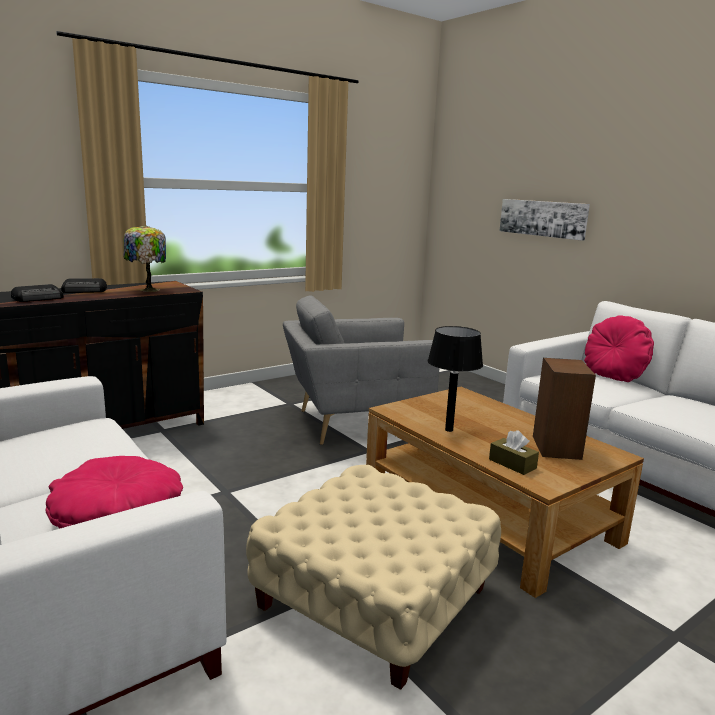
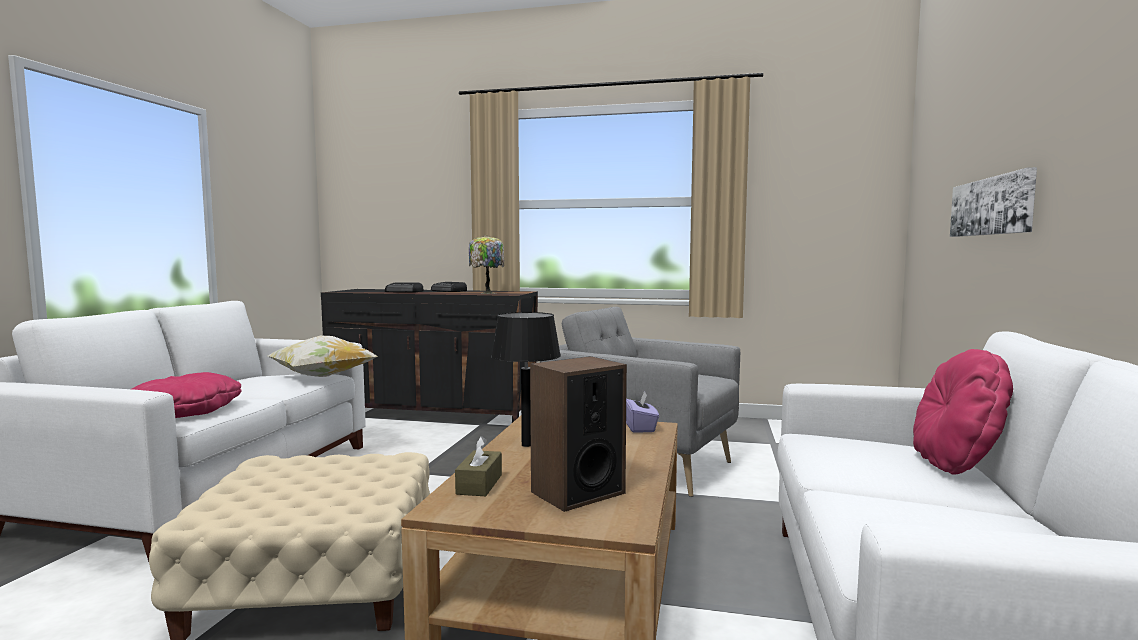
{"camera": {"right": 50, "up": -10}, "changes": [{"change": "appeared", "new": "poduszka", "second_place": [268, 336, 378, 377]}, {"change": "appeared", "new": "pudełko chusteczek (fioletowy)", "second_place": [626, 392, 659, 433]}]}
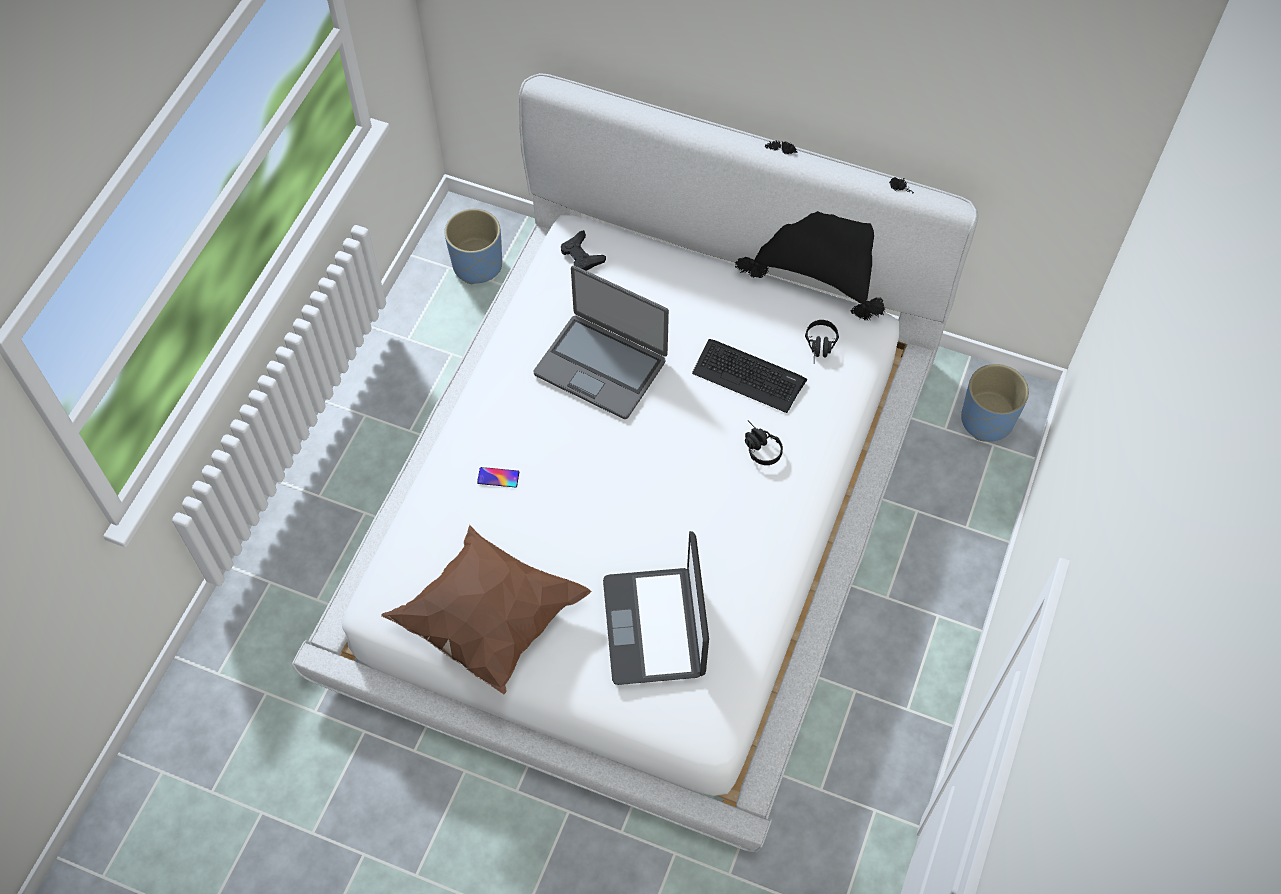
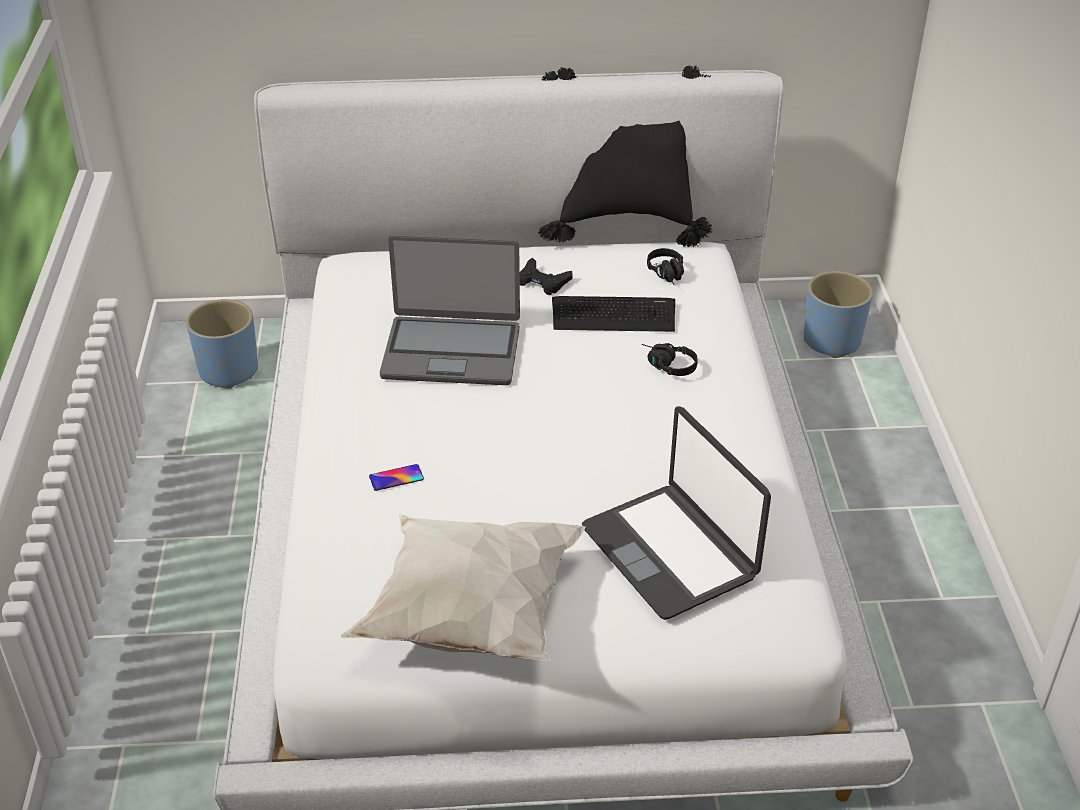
{"camera": {"right": -25, "up": -20}, "changes": [{"change": "relocated", "old": "pad do gier (czarny)", "first_place": [561, 230, 606, 271], "second_place": [520, 258, 572, 295]}, {"change": "colour", "old": "poduszka (brązowy)", "new": "poduszka (biały)", "first_place": [381, 525, 592, 694], "second_place": [341, 514, 585, 661]}]}
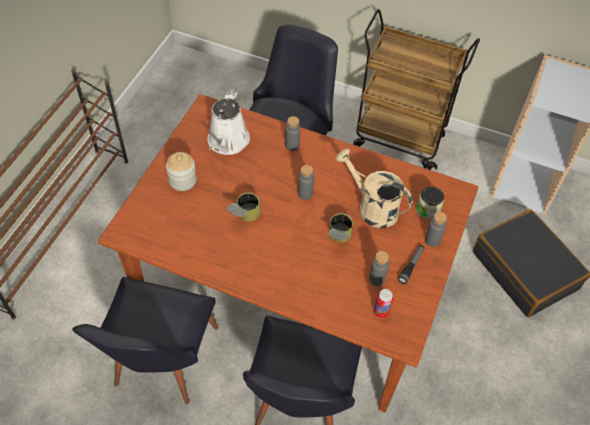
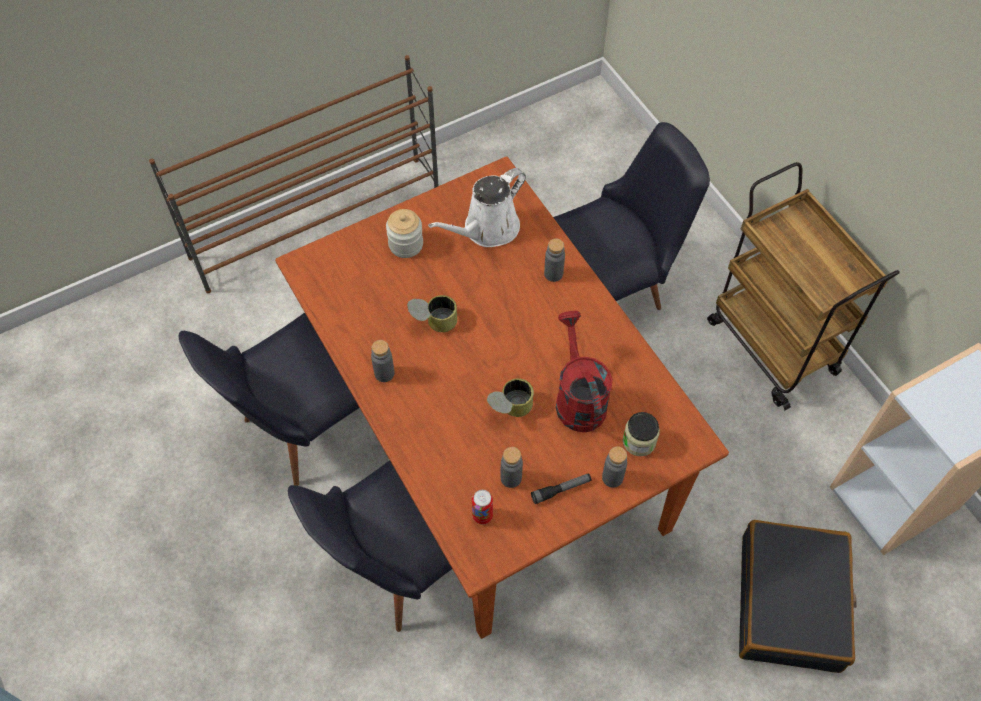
{"camera": {"right": 40, "up": 5}, "changes": [{"change": "colour", "old": "konewka (beżowy)", "new": "konewka (czerwony)", "first_place": [335, 148, 412, 228], "second_place": [556, 311, 613, 432]}, {"change": "relocated", "old": "butelka (szary)", "first_place": [298, 165, 314, 200], "second_place": [371, 340, 395, 382]}]}
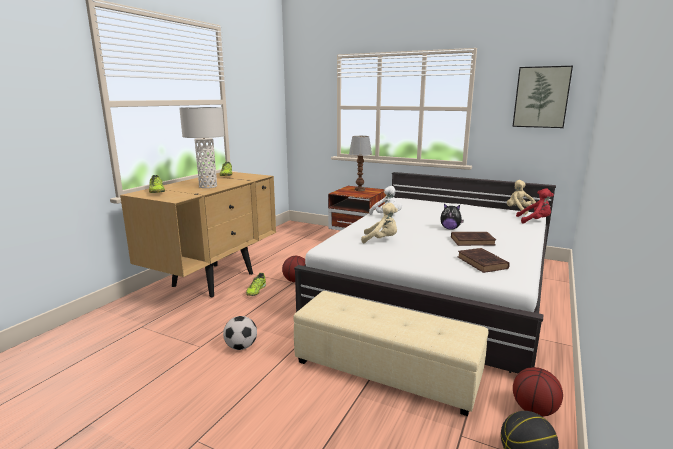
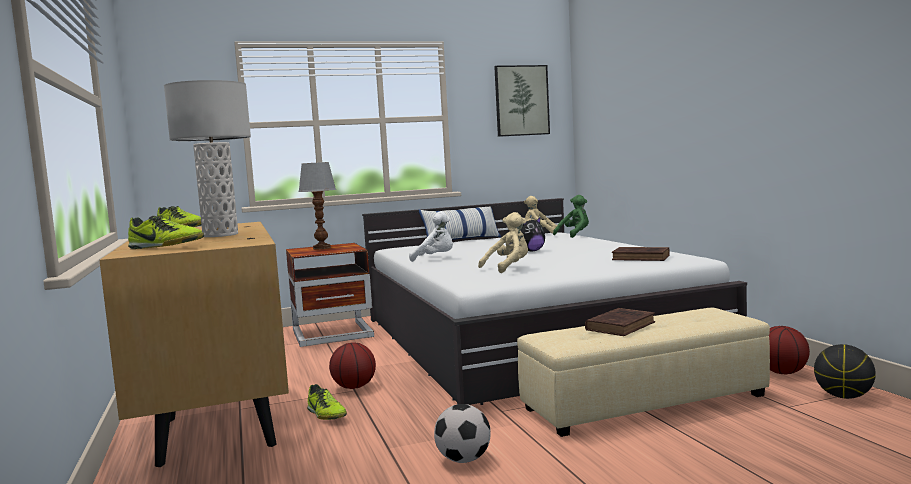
{"camera": {"right": -45, "up": -10}, "changes": [{"change": "colour", "old": "pluszak (czerwony)", "new": "pluszak (zielony)", "first_place": [516, 188, 554, 224], "second_place": [553, 195, 589, 238]}, {"change": "relocated", "old": "książka (brązowy)", "first_place": [451, 232, 496, 246], "second_place": [585, 308, 655, 336]}, {"change": "appeared", "new": "poduszka", "second_place": [419, 206, 501, 240]}]}
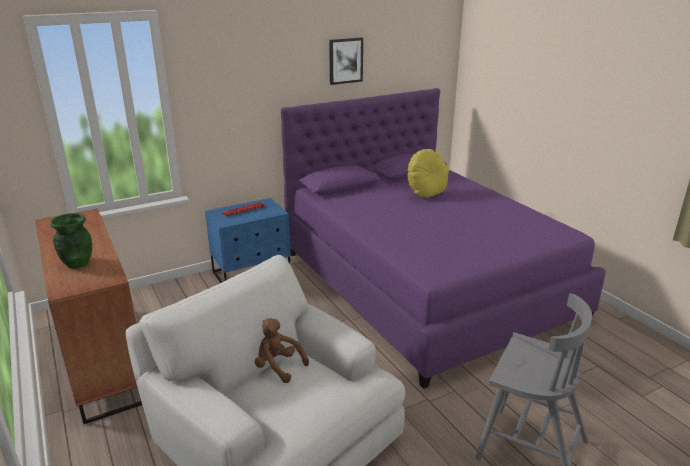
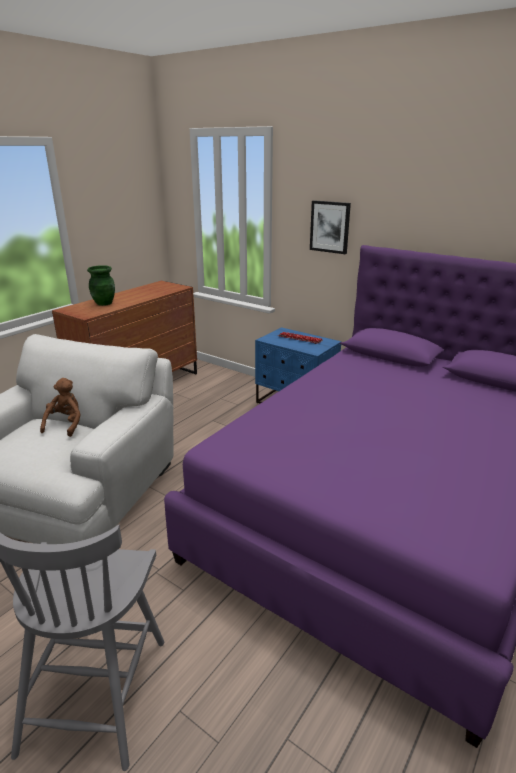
{"camera": {"right": 65, "up": 0}, "changes": [{"change": "relocated", "old": "obraz", "first_place": [329, 38, 363, 85], "second_place": [310, 200, 351, 254]}, {"change": "missing", "old": "poduszka (żółty)", "first_place": [408, 149, 449, 198]}]}
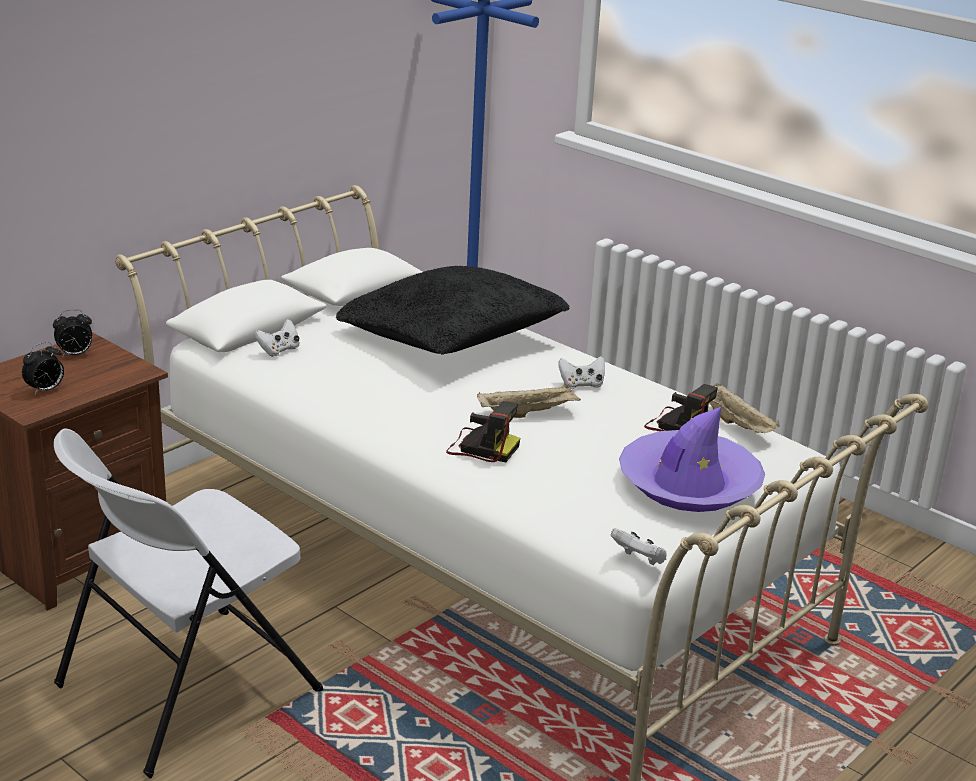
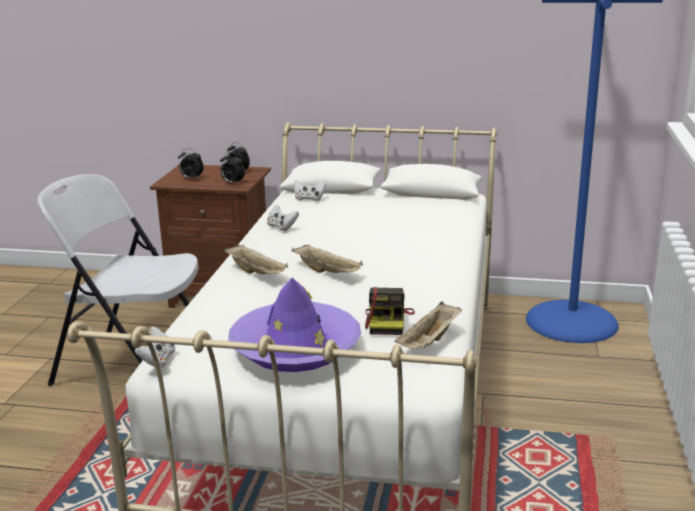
{"camera": {"right": 60, "up": -5}, "changes": [{"change": "missing", "old": "poduszka (czarny)", "first_place": [336, 266, 569, 355]}, {"change": "relocated", "old": "pad do gier (biały)", "first_place": [558, 356, 605, 389], "second_place": [267, 204, 299, 231]}, {"change": "exchanged", "old": "aparat fotograficzny", "new": "taca (beżowy)", "first_place": [446, 401, 520, 462], "second_place": [224, 245, 288, 274]}, {"change": "appeared", "new": "budzik", "second_place": [220, 152, 245, 184]}]}
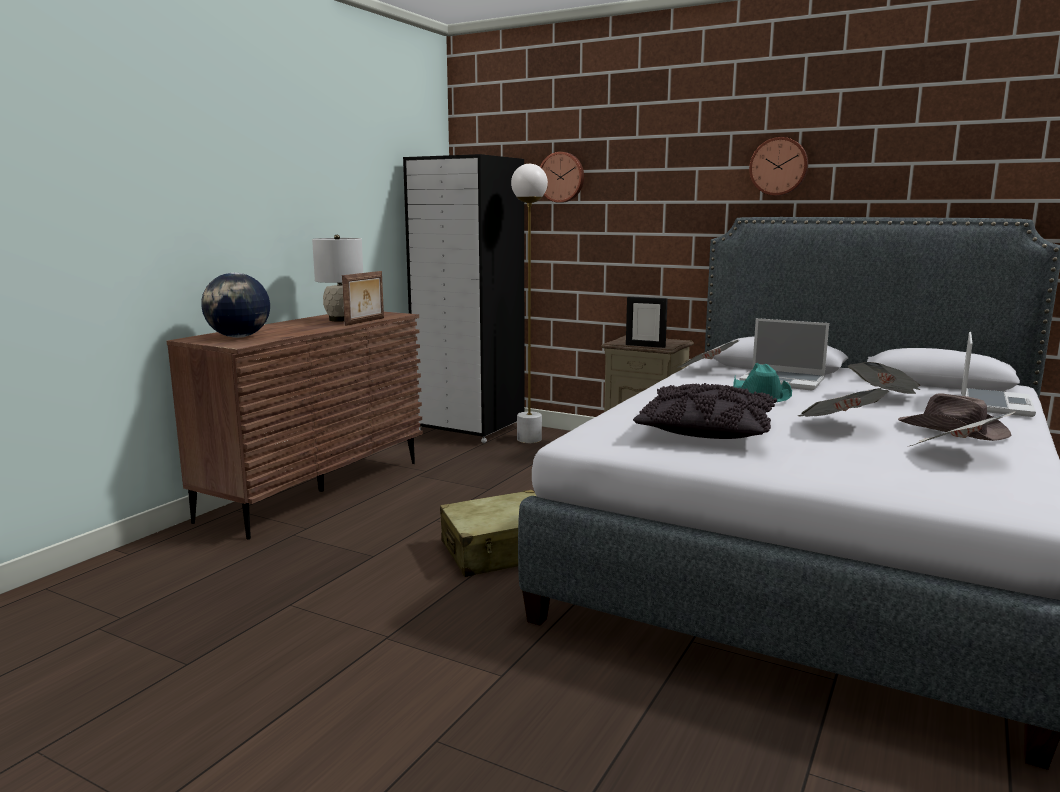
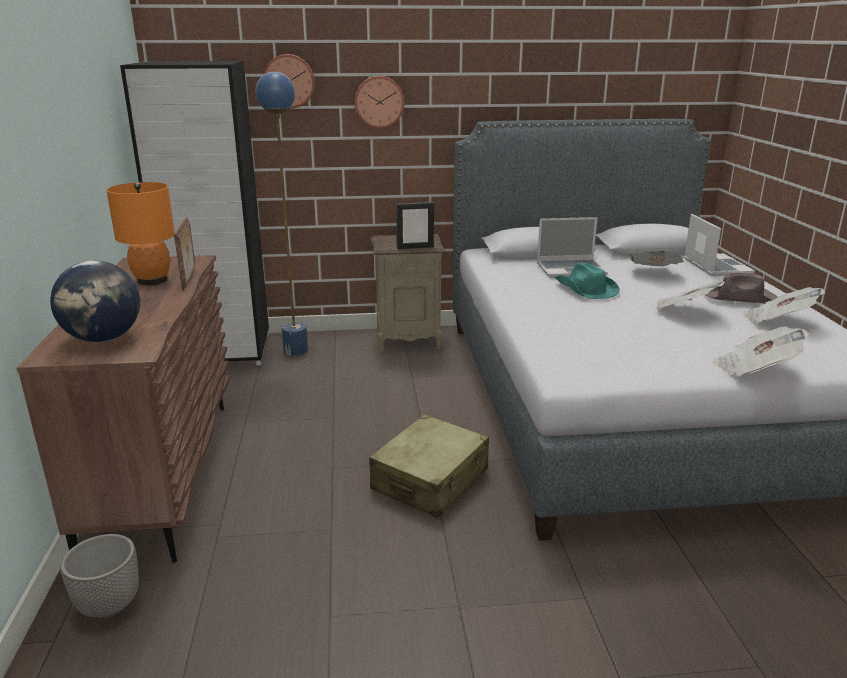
{"camera": {"right": -35, "up": 10}, "changes": [{"change": "relocated", "old": "zegar ścienny", "first_place": [749, 137, 808, 196], "second_place": [355, 76, 405, 128]}, {"change": "colour", "old": "lampa stojąca (biały)", "new": "lampa stojąca (niebieski)", "first_place": [511, 164, 548, 443], "second_place": [256, 72, 308, 356]}, {"change": "colour", "old": "lampa stołowa (biały)", "new": "lampa stołowa (pomarańczowy)", "first_place": [312, 235, 363, 321], "second_place": [106, 182, 175, 285]}, {"change": "relocated", "old": "gazeta", "first_place": [678, 339, 739, 367], "second_place": [714, 327, 809, 376]}, {"change": "missing", "old": "poduszka (czarny)", "first_place": [633, 383, 777, 439]}, {"change": "appeared", "new": "donica", "second_place": [60, 534, 139, 618]}]}
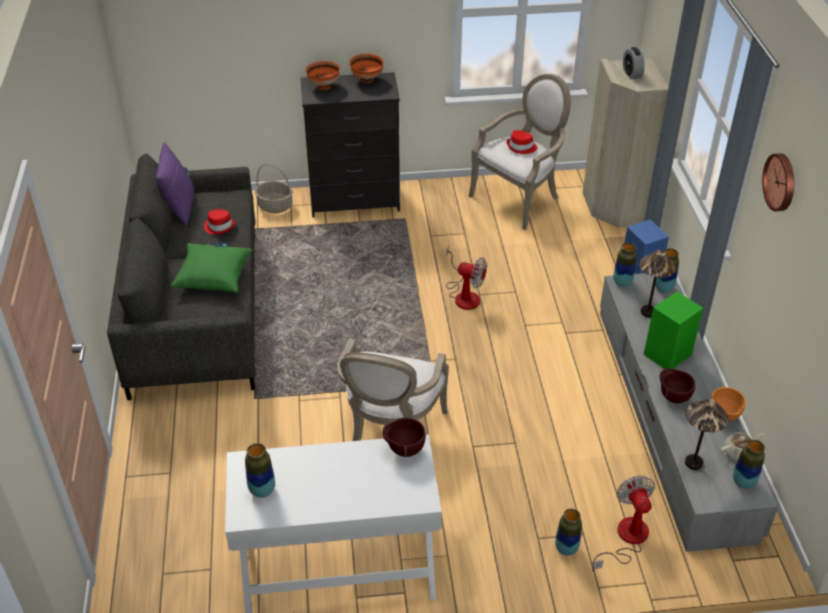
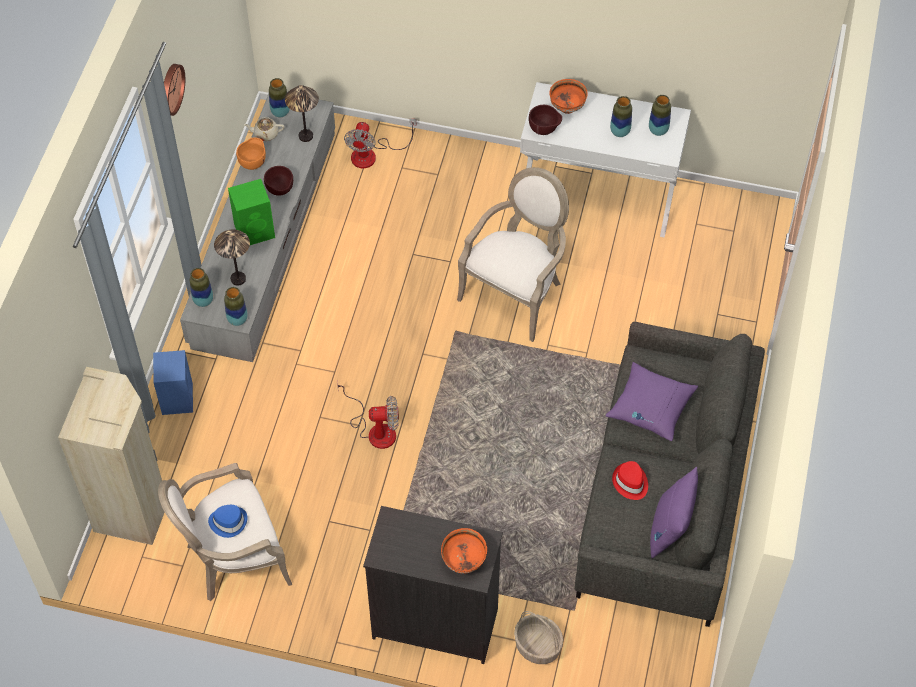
{"camera": {"right": -160, "up": 15}, "changes": [{"change": "missing", "old": "budzik", "first_place": [623, 47, 645, 79]}, {"change": "relocated", "old": "miska (pomarańczowy)", "first_place": [350, 54, 384, 83], "second_place": [549, 79, 588, 114]}, {"change": "colour", "old": "kapelusz (czerwony)", "new": "kapelusz (niebieski)", "first_place": [507, 130, 537, 154], "second_place": [208, 505, 247, 538]}, {"change": "colour", "old": "poduszka (zielony)", "new": "poduszka (fioletowy)", "first_place": [170, 242, 252, 293], "second_place": [605, 362, 698, 441]}, {"change": "spun", "old": "wentylator", "first_place": [446, 245, 487, 310], "second_place": [337, 380, 399, 449], "degrees": 135}, {"change": "relocated", "old": "wazon", "first_place": [555, 509, 582, 556], "second_place": [610, 96, 632, 137]}]}
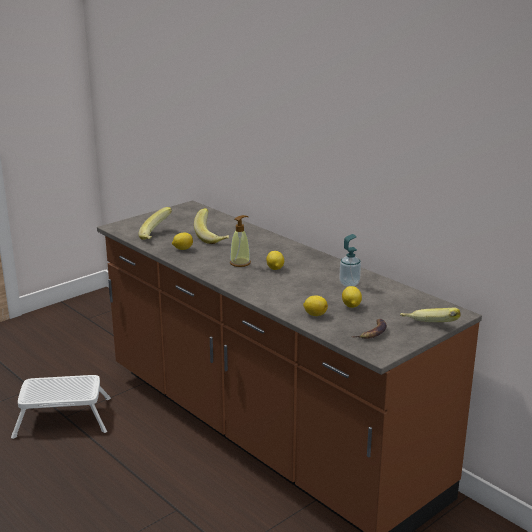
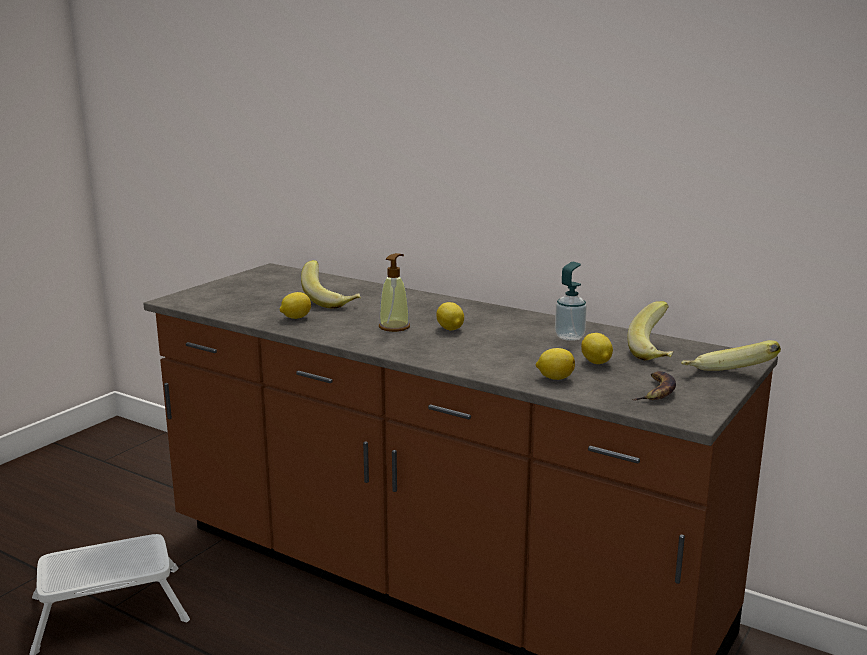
{"camera": {"right": -15, "up": -5}, "changes": [{"change": "relocated", "old": "banan", "first_place": [139, 207, 172, 240], "second_place": [627, 301, 673, 360]}]}
